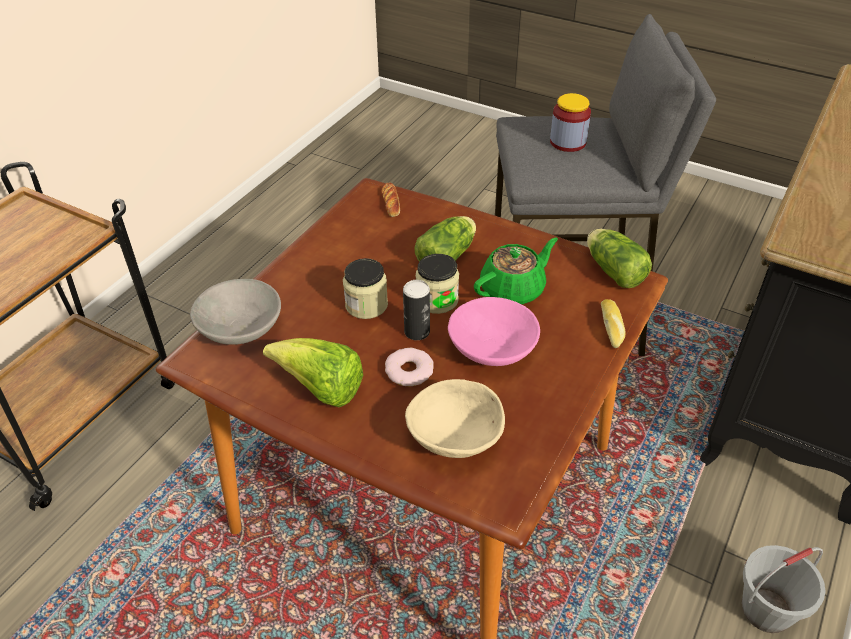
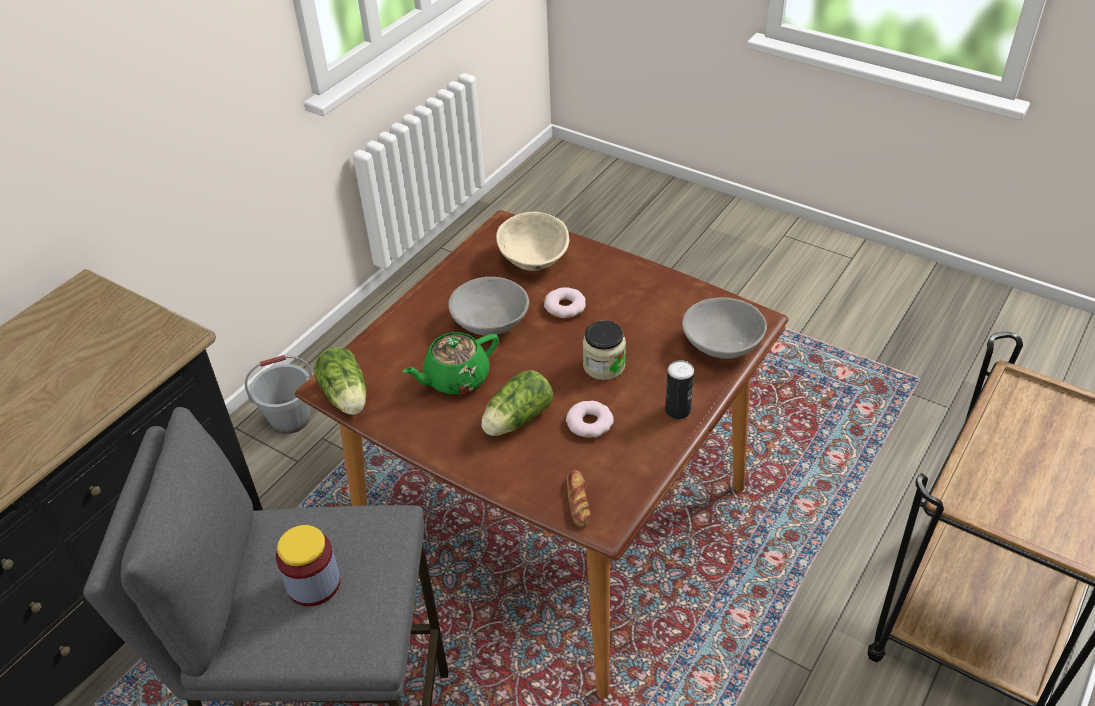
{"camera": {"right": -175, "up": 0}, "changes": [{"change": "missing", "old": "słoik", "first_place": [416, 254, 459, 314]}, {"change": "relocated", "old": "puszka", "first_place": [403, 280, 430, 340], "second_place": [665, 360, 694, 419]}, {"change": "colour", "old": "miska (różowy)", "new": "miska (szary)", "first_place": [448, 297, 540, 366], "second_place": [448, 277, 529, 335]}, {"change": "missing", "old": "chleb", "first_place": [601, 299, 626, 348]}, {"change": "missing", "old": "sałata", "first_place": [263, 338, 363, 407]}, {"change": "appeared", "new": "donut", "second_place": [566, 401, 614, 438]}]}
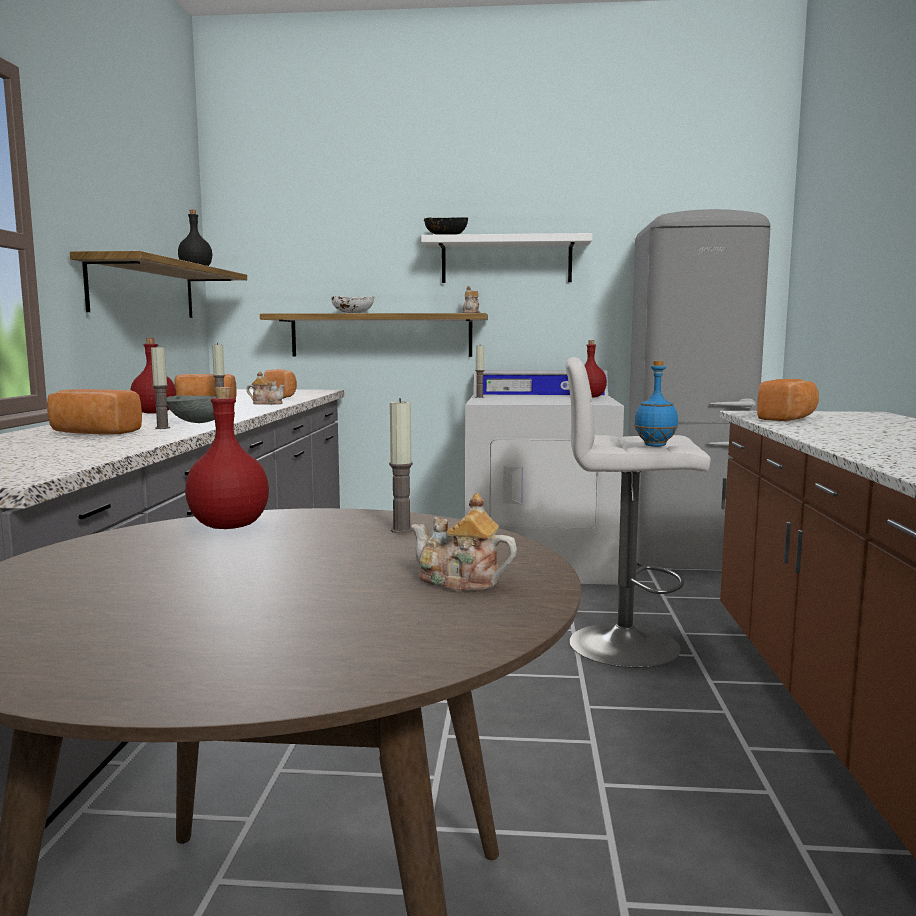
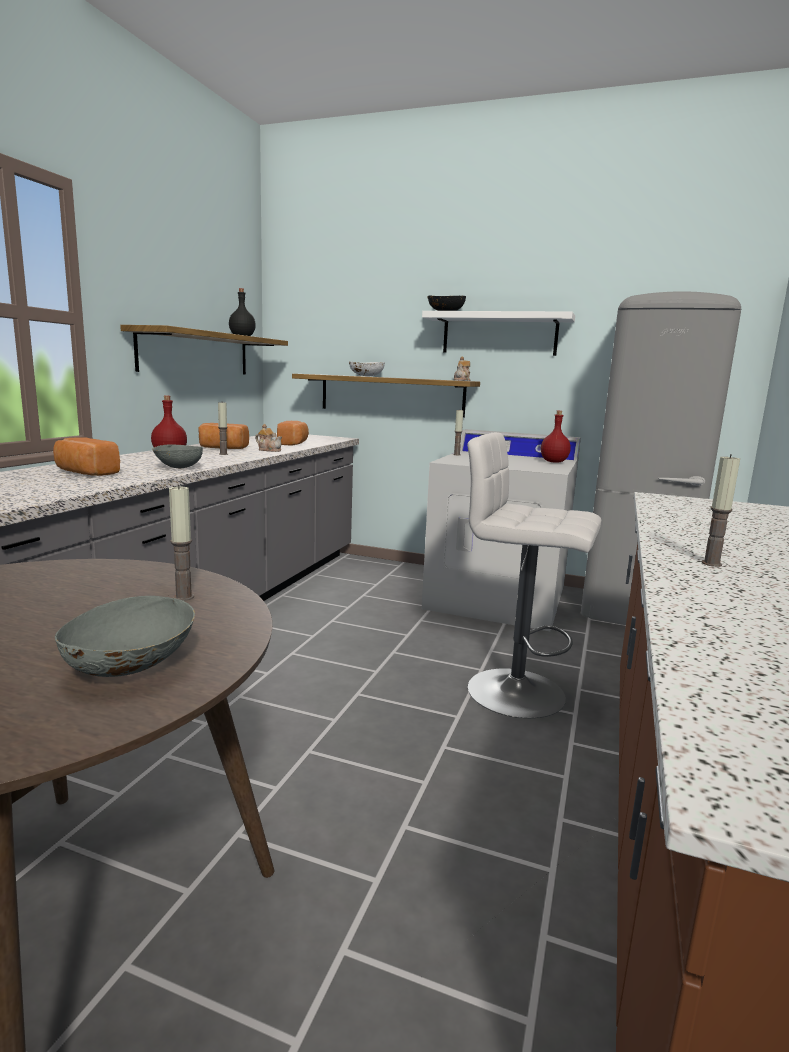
{"camera": {"right": 15, "up": 5}, "changes": [{"change": "relocated", "old": "świeca", "first_place": [151, 345, 170, 429], "second_place": [702, 454, 740, 567]}, {"change": "missing", "old": "butelka (niebieski)", "first_place": [634, 361, 678, 447]}, {"change": "missing", "old": "chleb", "first_place": [757, 379, 819, 421]}, {"change": "missing", "old": "butelka (czerwony)", "first_place": [185, 387, 269, 529]}, {"change": "exchanged", "old": "imbryk", "new": "miska (szary)", "first_place": [411, 493, 517, 592], "second_place": [55, 596, 195, 677]}]}
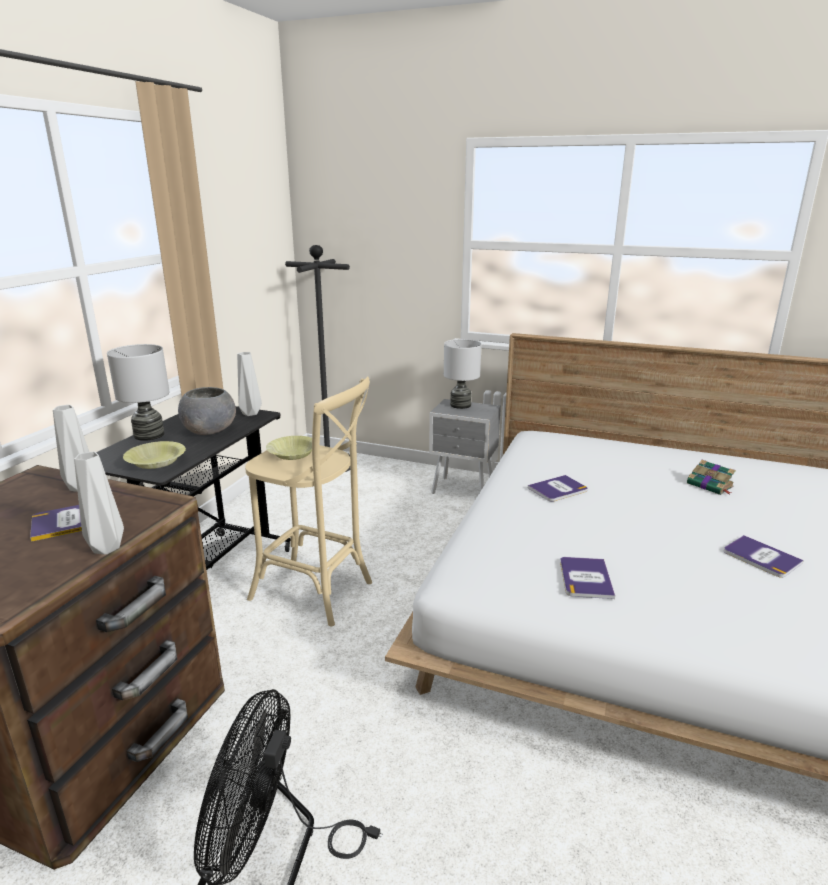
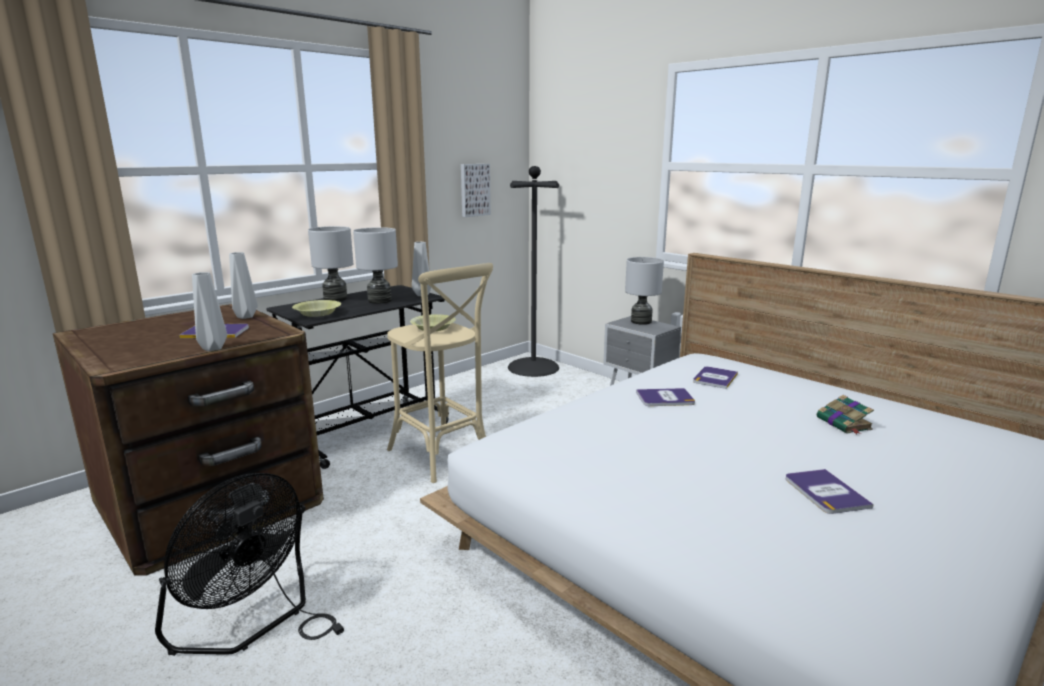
{"camera": {"right": 25, "up": -5}, "changes": [{"change": "exchanged", "old": "miska (szary)", "new": "lampa stołowa (szary)", "first_place": [178, 387, 236, 435], "second_place": [353, 227, 398, 304]}, {"change": "relocated", "old": "książka", "first_place": [560, 557, 615, 599], "second_place": [693, 367, 738, 389]}, {"change": "appeared", "new": "obraz", "second_place": [461, 164, 491, 217]}]}
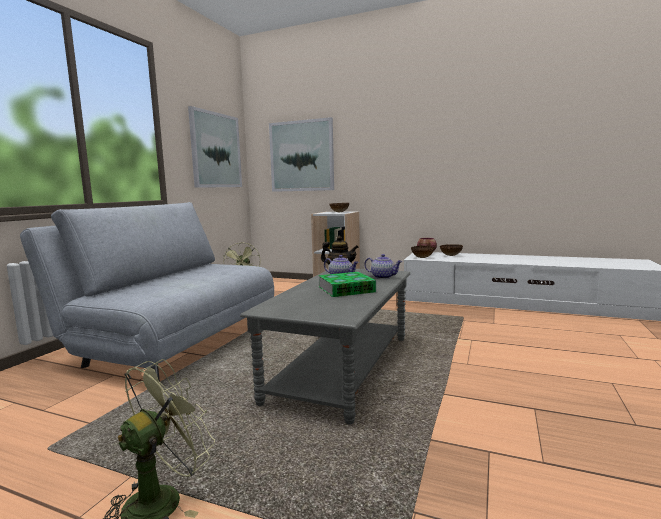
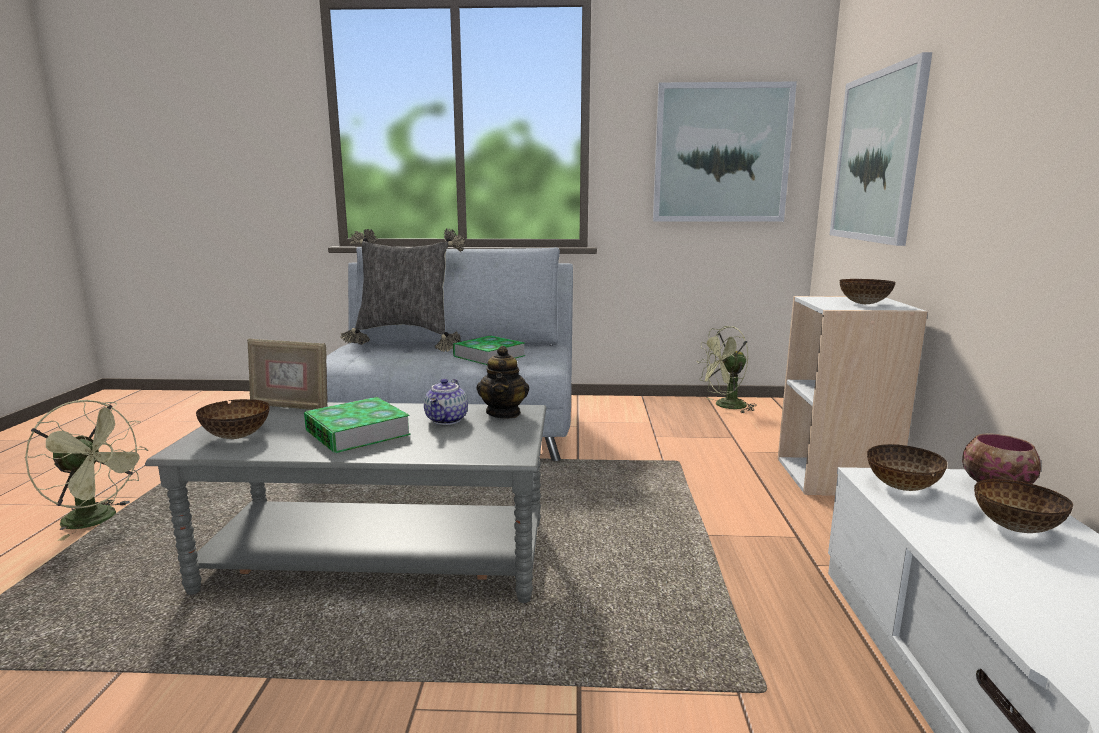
{"camera": {"right": 70, "up": 5}, "changes": [{"change": "missing", "old": "imbryk", "first_place": [364, 254, 403, 279]}, {"change": "appeared", "new": "poduszka", "second_place": [341, 228, 465, 352]}, {"change": "appeared", "new": "książka", "second_place": [453, 335, 525, 365]}, {"change": "appeared", "new": "ramka na zdjęcie", "second_place": [247, 339, 328, 410]}, {"change": "appeared", "new": "miska", "second_place": [196, 399, 270, 439]}]}
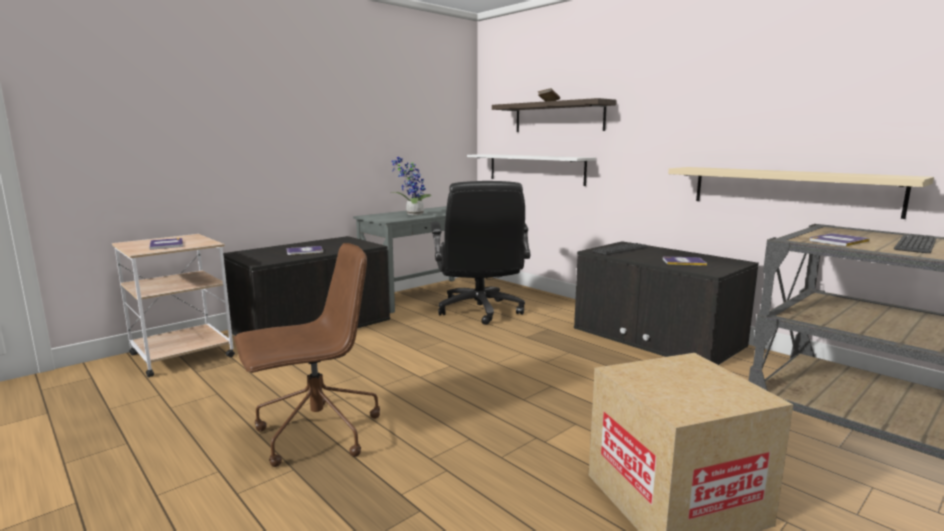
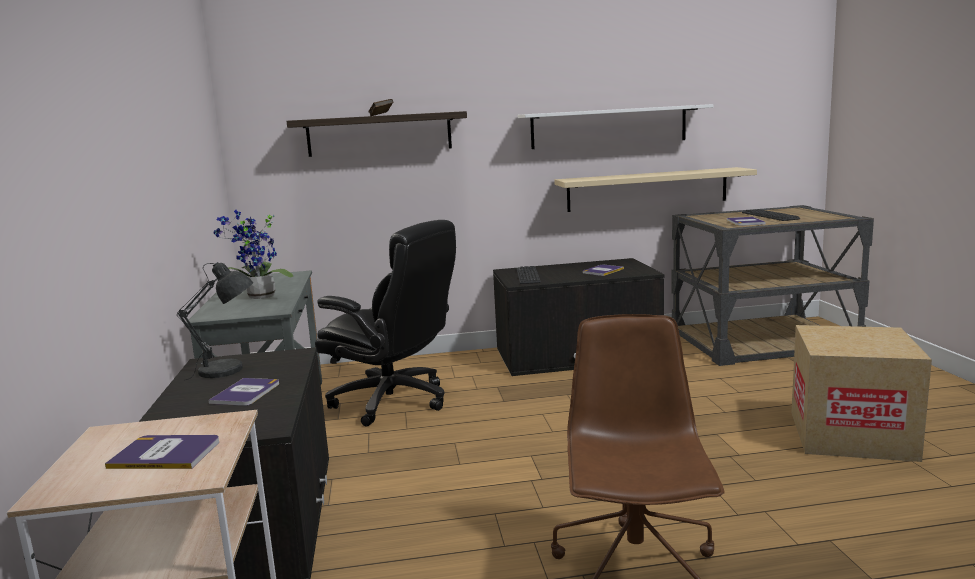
{"camera": {"right": -55, "up": 0}, "changes": [{"change": "relocated", "old": "półka (biały)", "first_place": [467, 154, 596, 186], "second_place": [518, 104, 713, 149]}, {"change": "appeared", "new": "lampa stołowa (szary)", "second_place": [177, 262, 253, 380]}]}
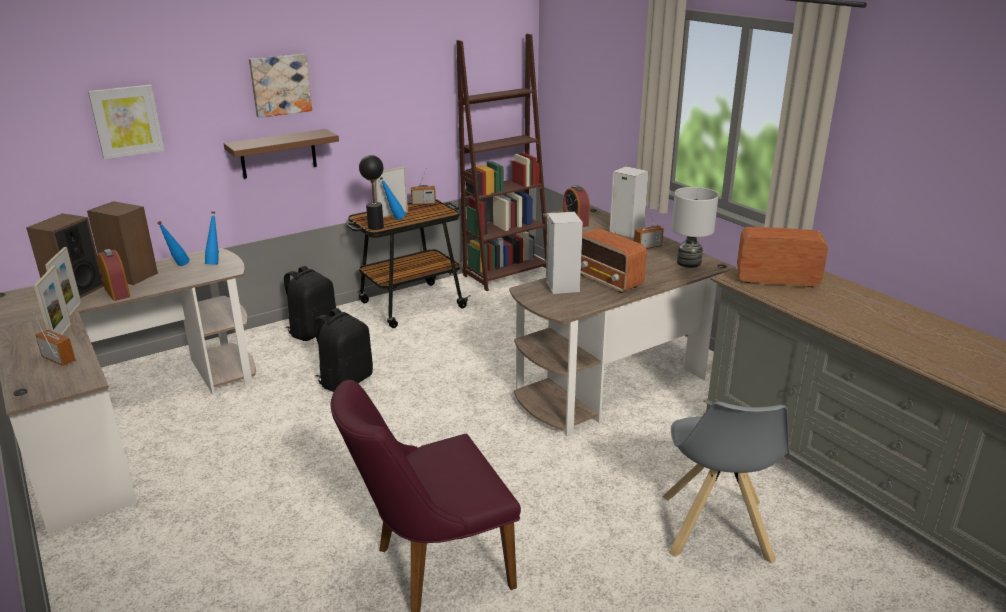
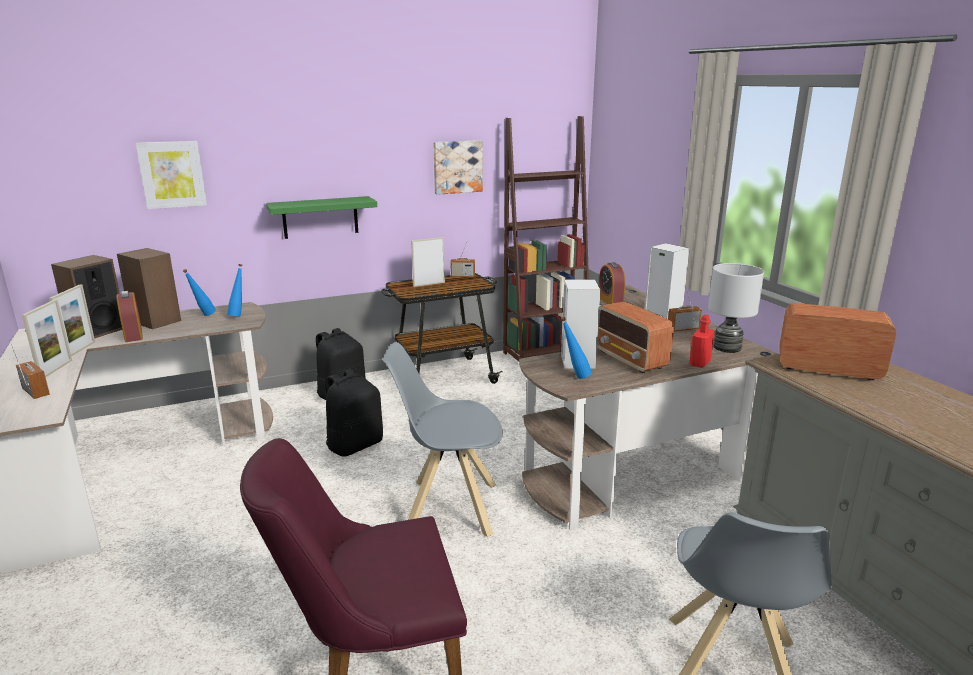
{"camera": {"right": 10, "up": -5}, "changes": [{"change": "relocated", "old": "obraz", "first_place": [249, 54, 312, 118], "second_place": [433, 140, 483, 195]}, {"change": "colour", "old": "półka (brązowy)", "new": "półka (zielony)", "first_place": [224, 129, 339, 179], "second_place": [266, 196, 377, 239]}, {"change": "missing", "old": "lampa stołowa (czarny)", "first_place": [359, 155, 384, 230]}, {"change": "relocated", "old": "butelka (niebieski)", "first_place": [380, 177, 406, 220], "second_place": [561, 317, 592, 379]}, {"change": "appeared", "new": "butelka (czerwony)", "second_place": [689, 315, 714, 368]}, {"change": "appeared", "new": "krzesło (szary)", "second_place": [383, 342, 503, 537]}]}
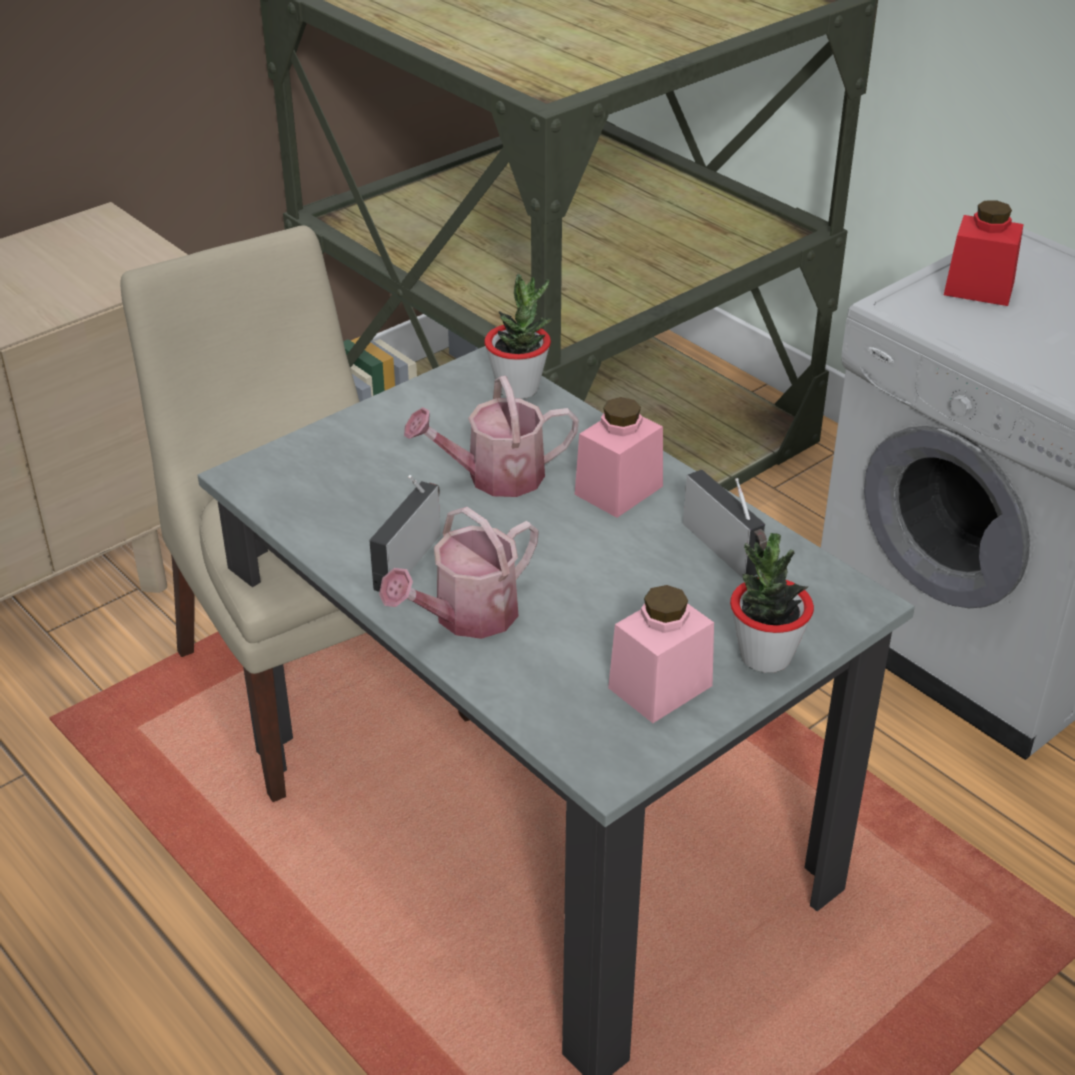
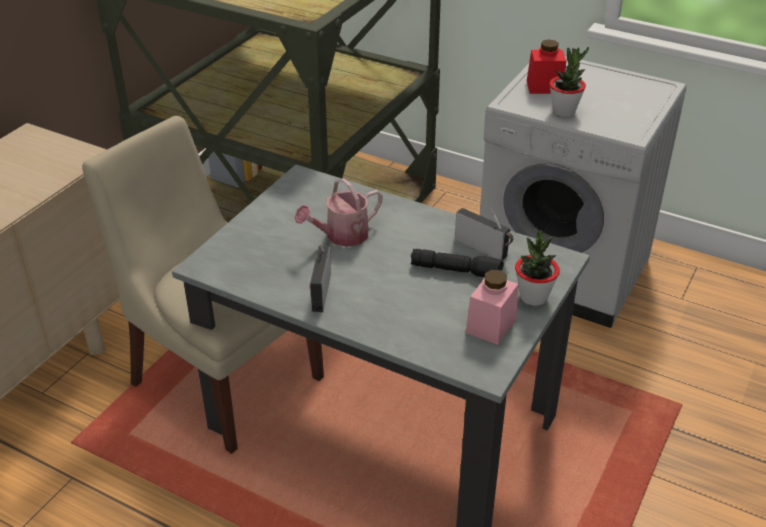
{"camera": {"right": -20, "up": 0}, "changes": [{"change": "relocated", "old": "roślina doniczkowa", "first_place": [484, 274, 552, 399], "second_place": [550, 47, 589, 117]}, {"change": "missing", "old": "słoik (różowy)", "first_place": [575, 397, 663, 518]}, {"change": "missing", "old": "konewka", "first_place": [379, 507, 539, 639]}, {"change": "appeared", "new": "latarka (czarny)", "second_place": [411, 249, 504, 277]}]}
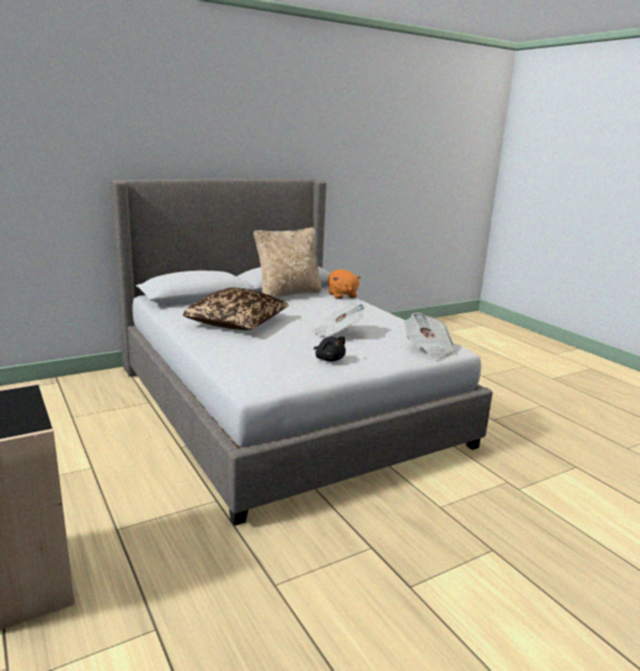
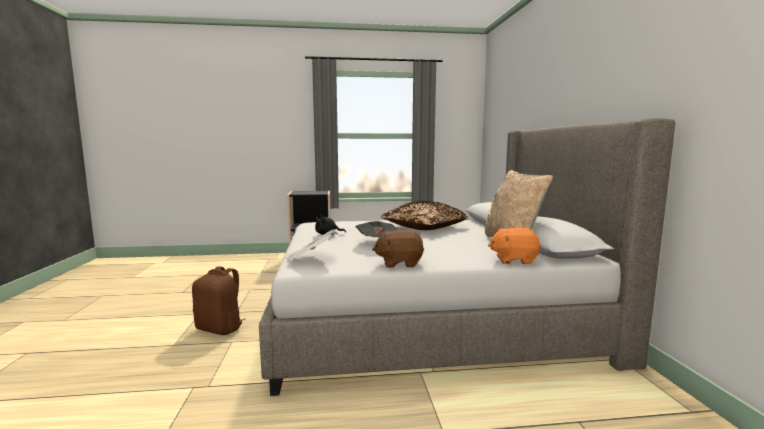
{"camera": {"right": 115, "up": -10}, "changes": [{"change": "appeared", "new": "pluszak (brązowy)", "second_place": [372, 230, 424, 268]}, {"change": "appeared", "new": "plecak (brązowy)", "second_place": [192, 266, 245, 335]}]}
